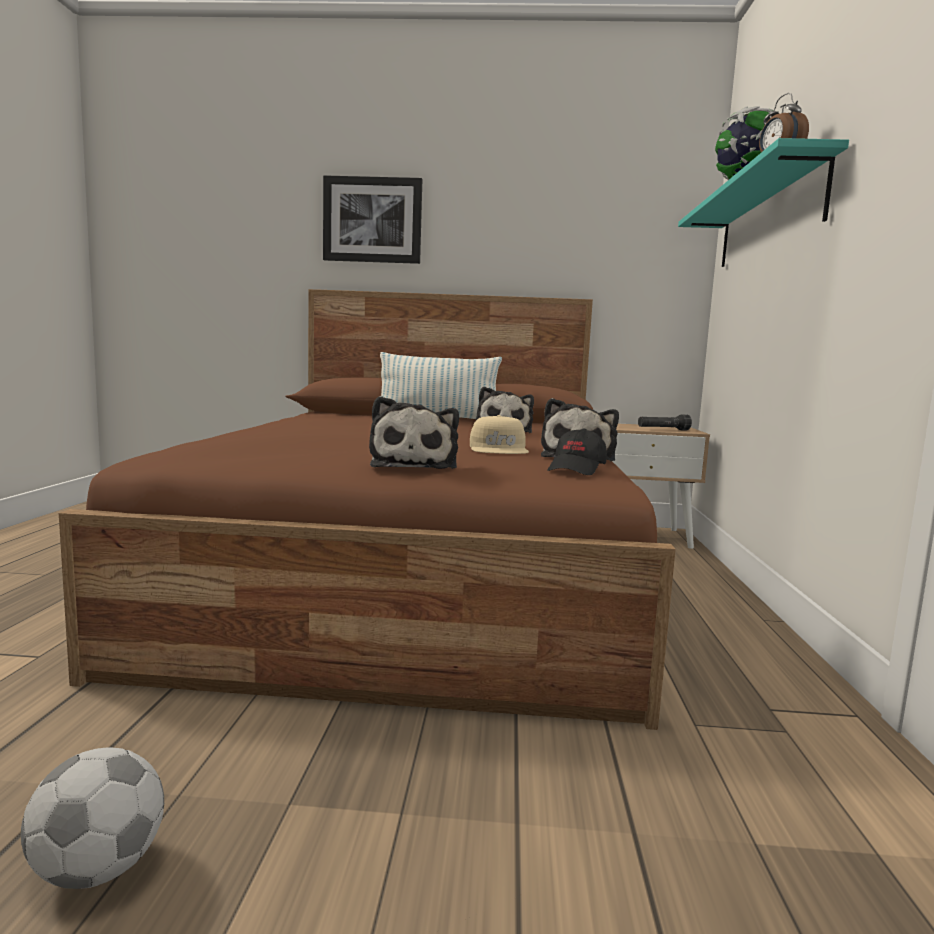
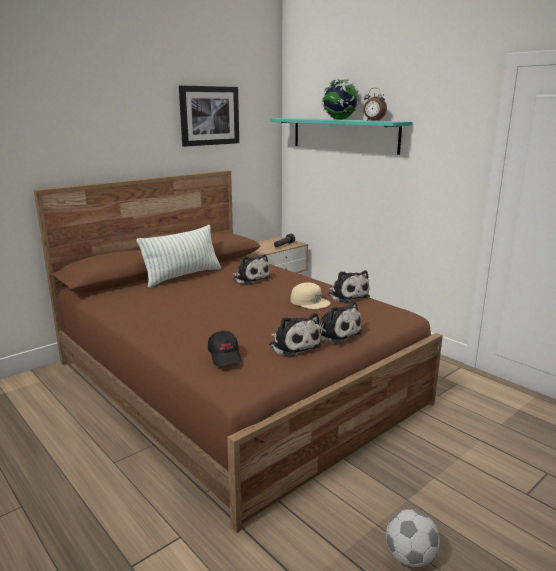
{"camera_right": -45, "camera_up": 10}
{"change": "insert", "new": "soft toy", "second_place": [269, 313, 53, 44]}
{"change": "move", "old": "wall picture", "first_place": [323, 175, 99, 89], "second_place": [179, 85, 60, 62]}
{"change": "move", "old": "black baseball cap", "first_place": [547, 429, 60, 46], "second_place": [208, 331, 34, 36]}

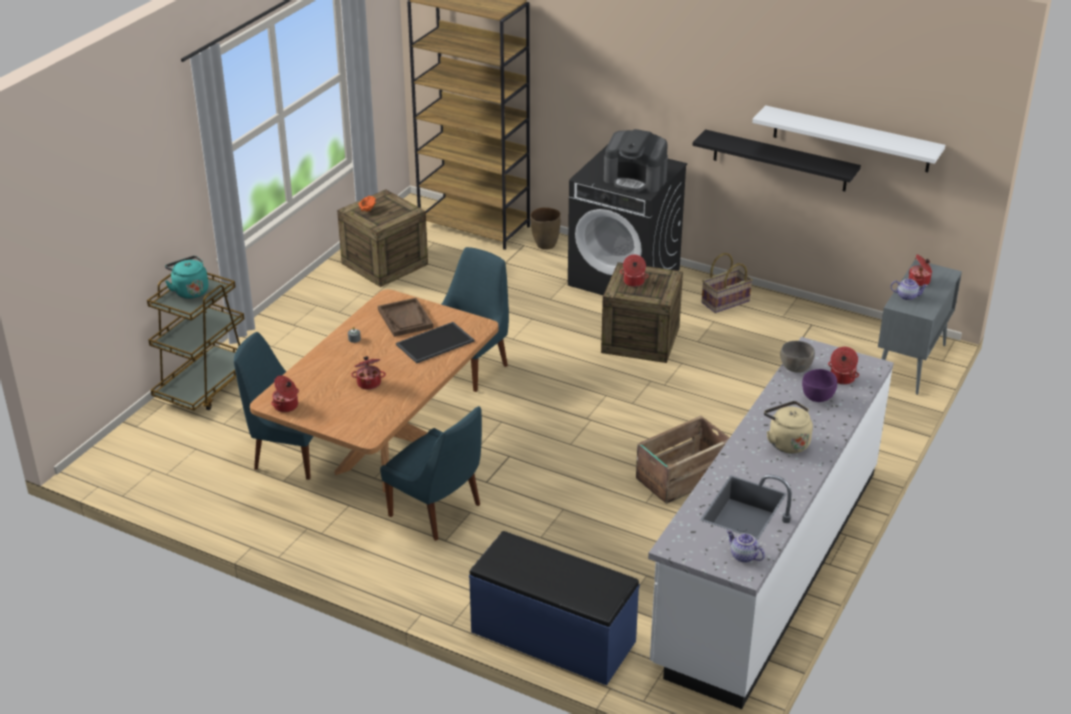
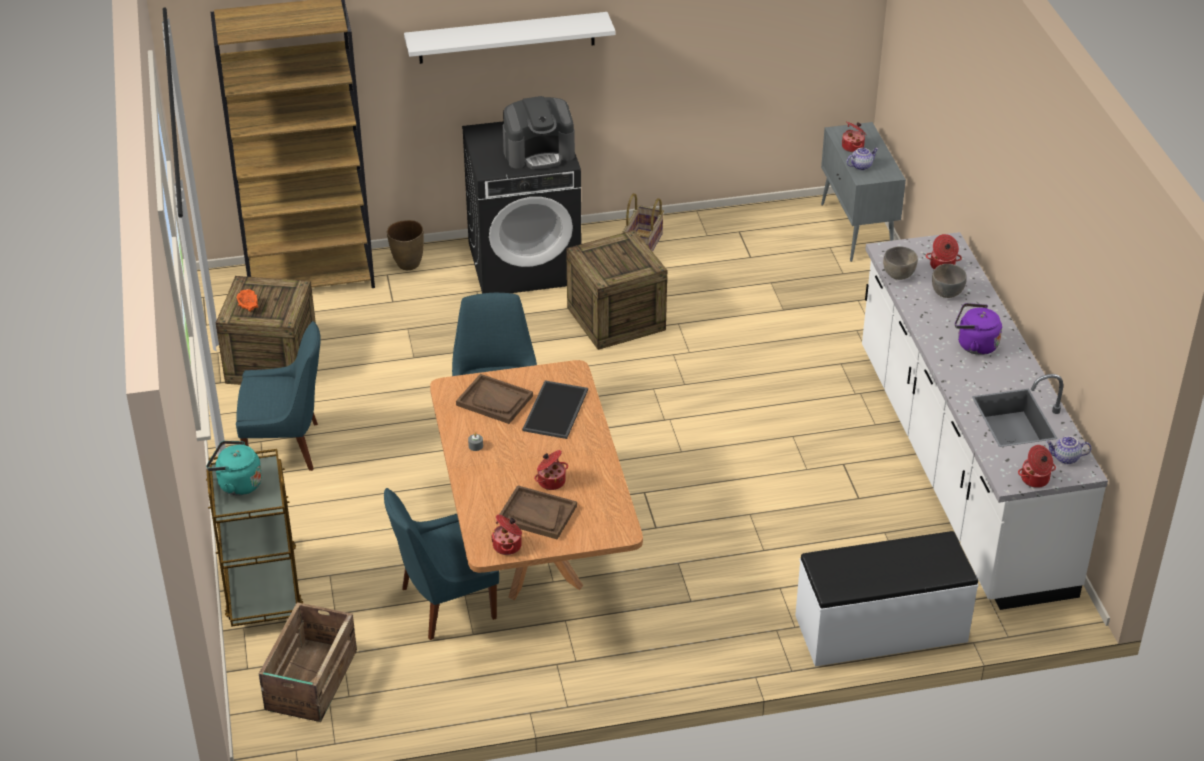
{"camera_right": -40, "camera_up": 5}
{"change": "delete", "old": "black shelf", "first_place": [692, 129, 169, 62]}
{"change": "insert", "new": "brownish serving tray", "second_place": [499, 485, 78, 54]}
{"change": "move", "old": "blue-coloured plain chair", "first_place": [380, 406, 102, 135], "second_place": [236, 321, 85, 150]}
{"change": "move", "old": "cooking pot", "first_place": [620, 255, 29, 32], "second_place": [1018, 445, 38, 43]}
{"change": "move", "old": "packing crate", "first_place": [636, 416, 94, 88], "second_place": [259, 602, 98, 120]}
{"change": "move", "old": "whitish shelf", "first_place": [752, 105, 193, 67], "second_place": [404, 12, 211, 52]}
{"change": "recolor", "old": "blue-coloured long seat", "new": "whitish long seat", "first_place": [469, 531, 171, 155], "second_place": [795, 531, 183, 135]}
{"change": "recolor", "old": "beige-coloured water kettle", "new": "purplish water kettle", "first_place": [764, 401, 49, 52], "second_place": [955, 303, 47, 52]}
{"change": "recolor", "old": "purplish bowl", "new": "gray bowl", "first_place": [802, 369, 35, 33], "second_place": [932, 264, 35, 34]}

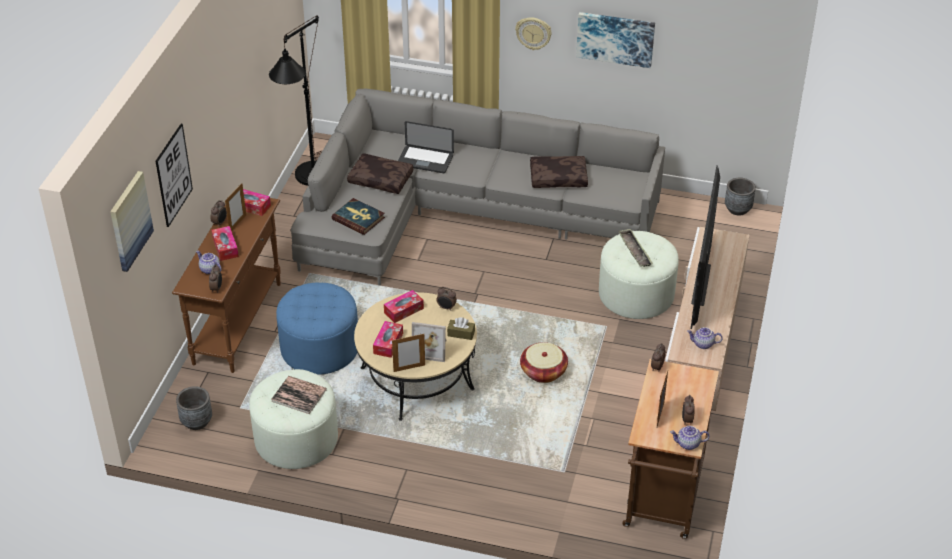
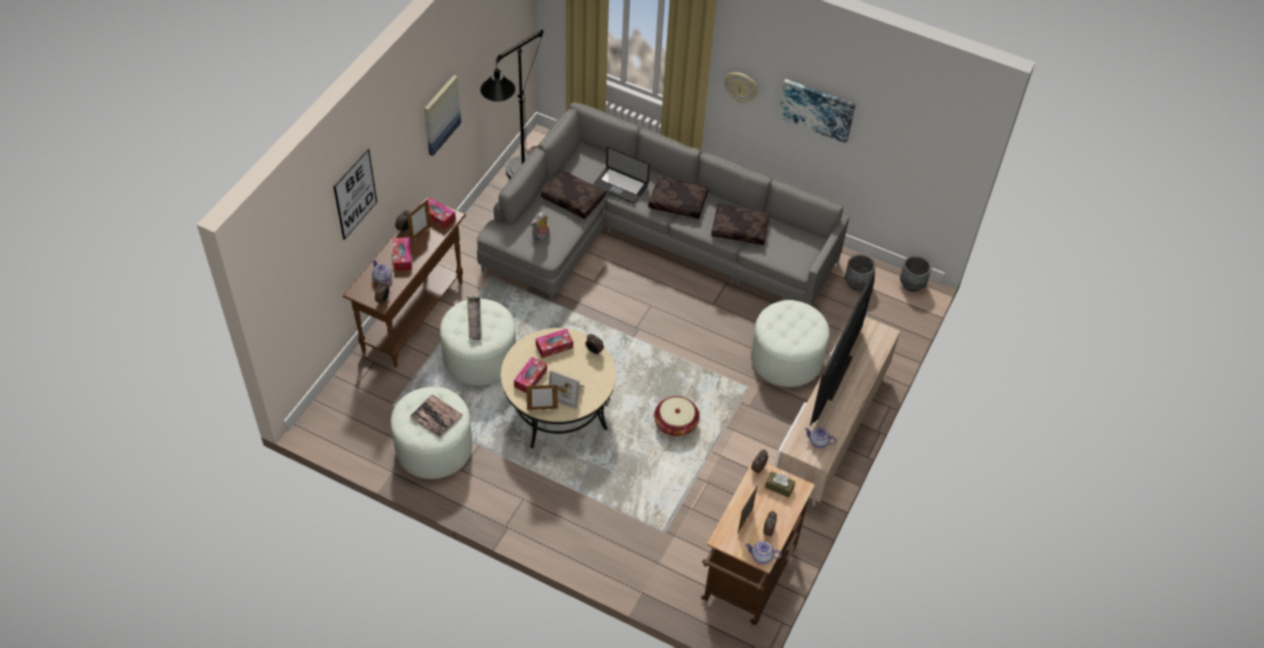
{"camera_right": 10, "camera_up": 10}
{"change": "insert", "new": "brownish cushion", "second_place": [648, 176, 60, 43]}
{"change": "move", "old": "wall picture", "first_place": [110, 171, 44, 101], "second_place": [424, 75, 37, 81]}
{"change": "move", "old": "gray planter", "first_place": [176, 386, 36, 44], "second_place": [845, 254, 31, 36]}
{"change": "move", "old": "brownish box of tissues", "first_place": [447, 317, 28, 23], "second_place": [765, 471, 30, 27]}
{"change": "move", "old": "serving tray", "first_place": [618, 229, 35, 38], "second_place": [467, 296, 16, 44]}
{"change": "replace", "old": "book", "new": "soft toy", "first_place": [332, 198, 53, 37], "second_place": [530, 212, 20, 30]}
{"change": "recolor", "old": "blue-coloured footrest", "new": "whitish footrest", "first_place": [276, 283, 82, 92], "second_place": [440, 299, 76, 87]}

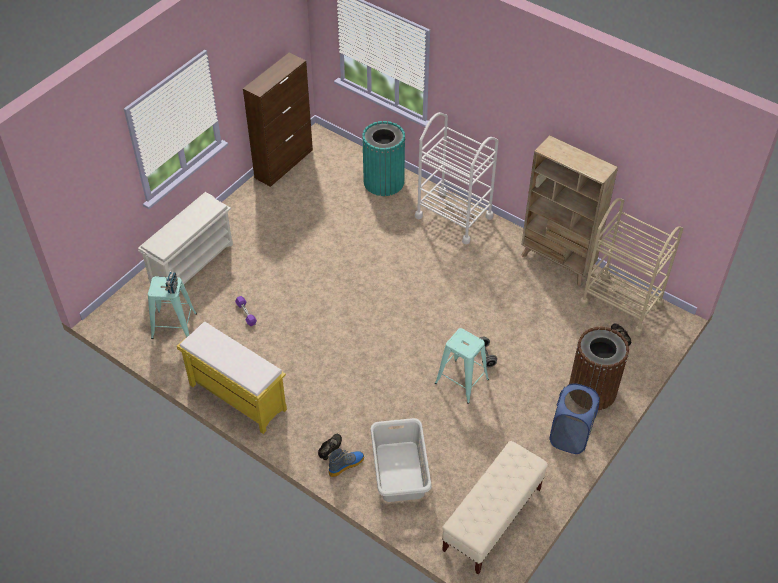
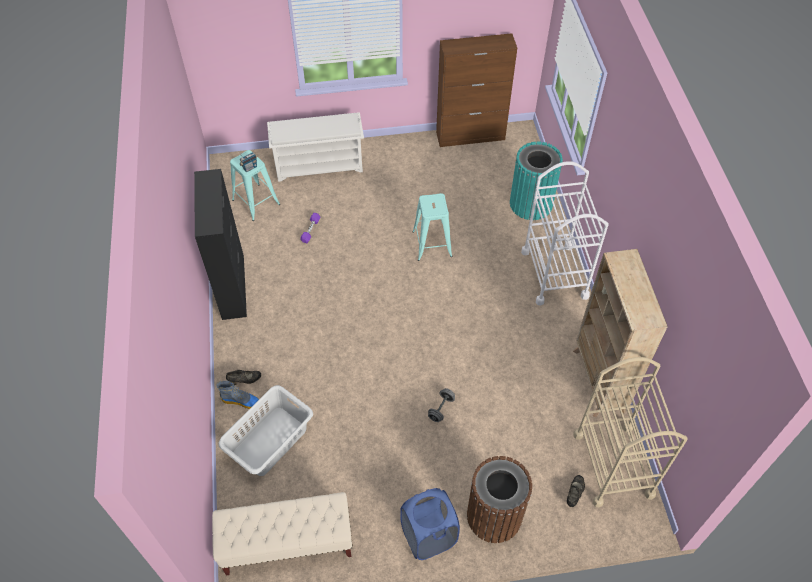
{"camera_right": 45, "camera_up": 5}
{"change": "move", "old": "blue-green stool", "first_place": [435, 328, 54, 75], "second_place": [412, 193, 40, 68]}
{"change": "replace", "old": "yellowish long seat", "new": "black cupboard", "first_place": [177, 322, 110, 112], "second_place": [194, 169, 53, 151]}

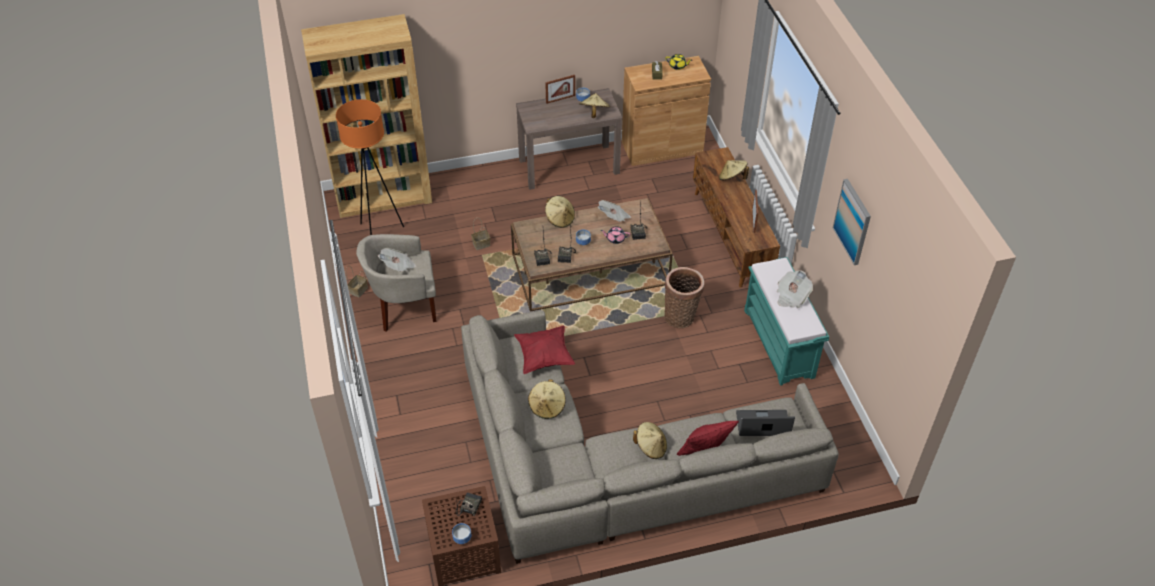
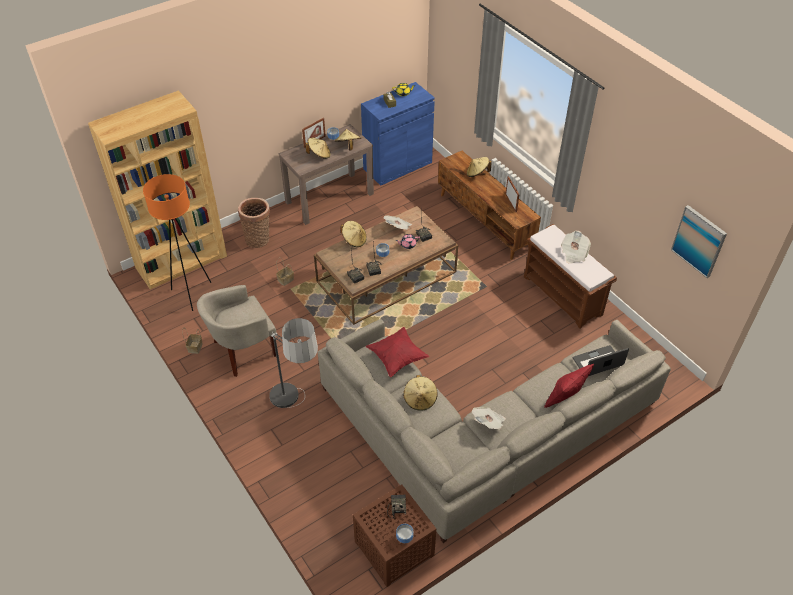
{"camera_right": -20, "camera_up": 0}
{"change": "insert", "new": "standing lamp", "second_place": [269, 318, 49, 90]}
{"change": "move", "old": "newspaper", "first_place": [378, 248, 38, 24], "second_place": [472, 407, 34, 22]}
{"change": "move", "old": "beige-coloured wearable hat", "first_place": [633, 422, 34, 37], "second_place": [305, 138, 25, 21]}
{"change": "move", "old": "basket", "first_place": [665, 267, 39, 61], "second_place": [238, 198, 32, 50]}
{"change": "move", "old": "wall picture", "first_place": [832, 179, 39, 86], "second_place": [671, 205, 56, 73]}
{"change": "recolor", "old": "brownish cupboard", "new": "blue-coloured cupboard", "first_place": [622, 56, 89, 110], "second_place": [361, 82, 74, 104]}
{"change": "recolor", "old": "blue-green long seat", "new": "brownish long seat", "first_place": [744, 257, 85, 129], "second_place": [524, 224, 93, 105]}

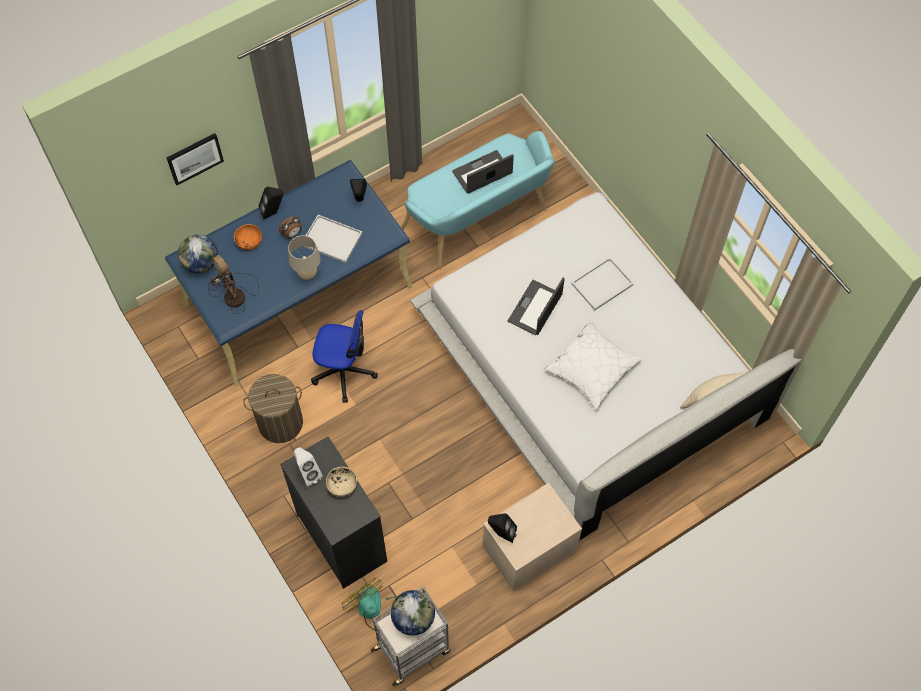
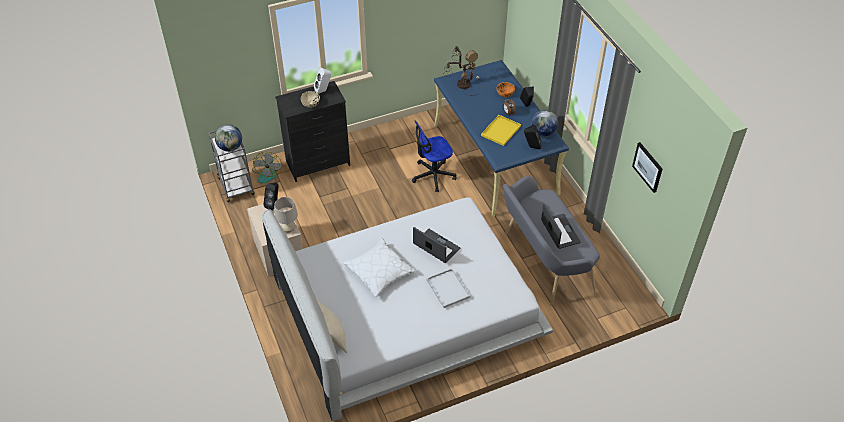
{"camera_right": 100, "camera_up": -15}
{"change": "delete", "old": "laundry basket", "first_place": [243, 374, 60, 69]}
{"change": "move", "old": "wall picture", "first_place": [167, 133, 57, 52], "second_place": [632, 142, 30, 51]}
{"change": "move", "old": "world globe", "first_place": [178, 234, 40, 40], "second_place": [531, 110, 27, 27]}
{"change": "move", "old": "beige-coloured lamp for a table", "first_place": [288, 235, 33, 45], "second_place": [274, 197, 24, 36]}
{"change": "recolor", "old": "whitish serving tray", "new": "yellowish serving tray", "first_place": [303, 215, 60, 48], "second_place": [481, 115, 40, 31]}
{"change": "recolor", "old": "blue-green long seat", "new": "gray long seat", "first_place": [402, 131, 153, 138], "second_place": [503, 176, 97, 130]}
{"change": "rotate", "old": "office chair", "first_place": [311, 310, 67, 93], "second_place": [412, 121, 45, 71], "degrees": 45}
{"change": "rotate", "old": "cooling fan", "first_place": [342, 578, 55, 54], "second_place": [252, 152, 30, 31], "degrees": 120}

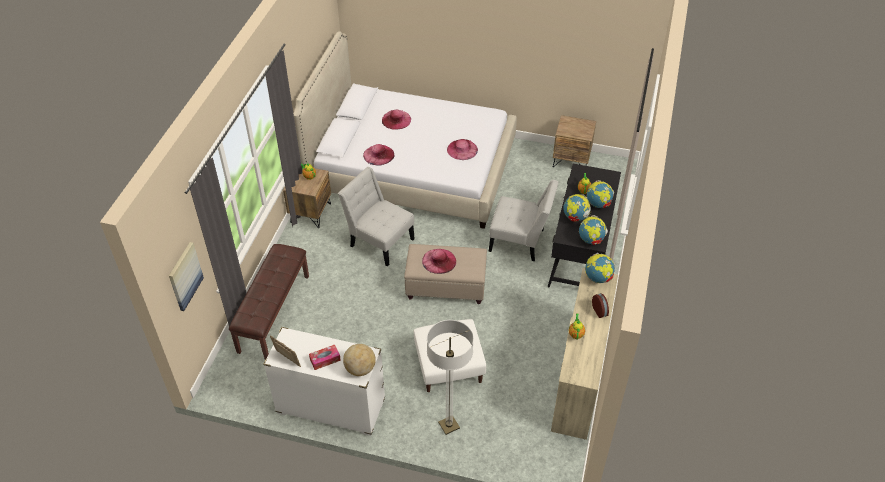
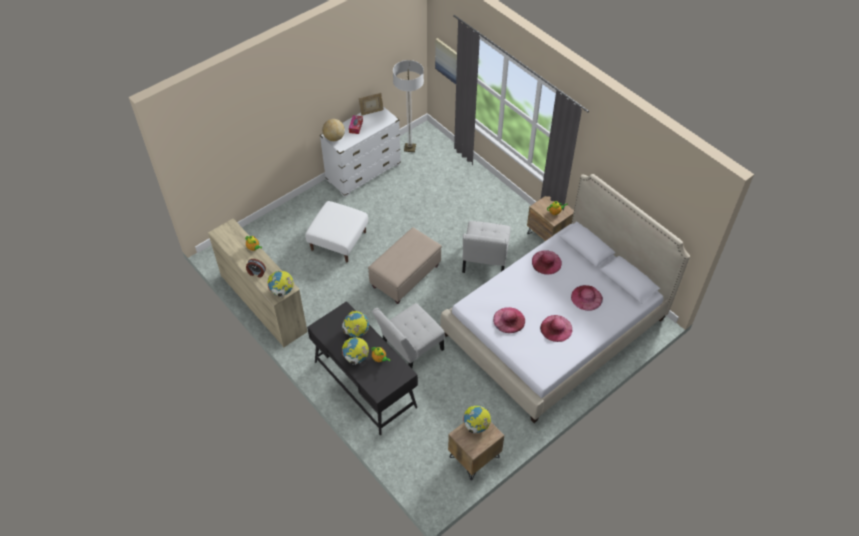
{"camera_right": 125, "camera_up": 5}
{"change": "delete", "old": "brownish long seat", "first_place": [229, 244, 80, 116]}
{"change": "move", "old": "pink-coloured wearable hat", "first_place": [422, 249, 34, 25], "second_place": [540, 315, 32, 27]}
{"change": "move", "old": "standing lamp", "first_place": [427, 320, 47, 115], "second_place": [393, 60, 31, 92]}
{"change": "move", "old": "world globe", "first_place": [579, 215, 29, 30], "second_place": [463, 405, 28, 29]}
{"change": "rotate", "old": "whitish plain chair", "first_place": [338, 167, 77, 99], "second_place": [462, 221, 49, 52], "degrees": 120}

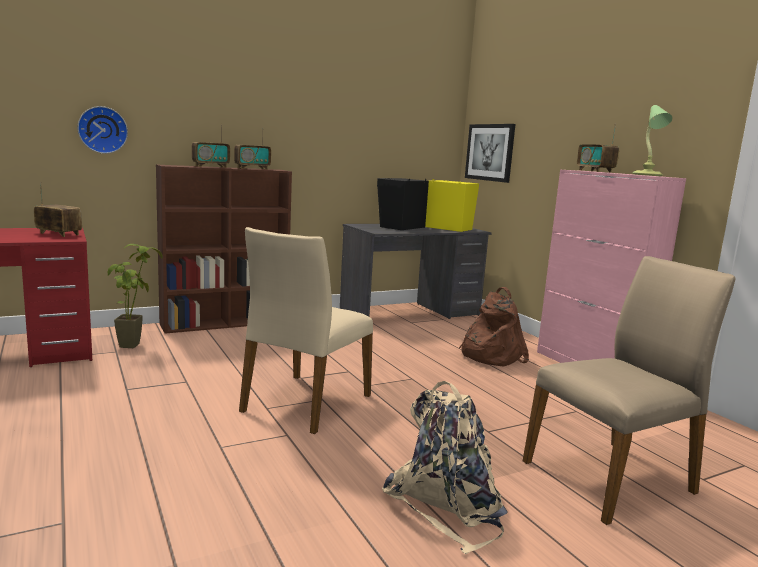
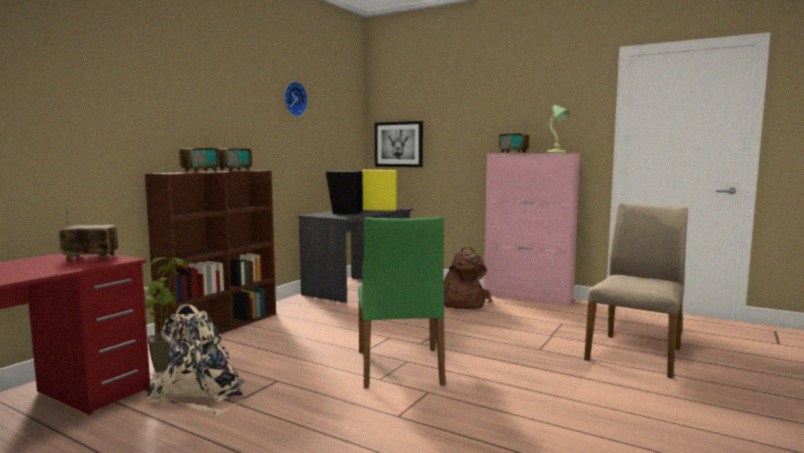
{"camera_right": -30, "camera_up": -5}
{"change": "move", "old": "clock on the wall", "first_place": [77, 106, 51, 48], "second_place": [284, 81, 24, 36]}
{"change": "move", "old": "beige-coloured rucksack", "first_place": [382, 381, 126, 173], "second_place": [146, 304, 98, 111]}
{"change": "recolor", "old": "beige-coloured plain chair", "new": "green plain chair", "first_place": [239, 227, 134, 207], "second_place": [358, 216, 87, 172]}

